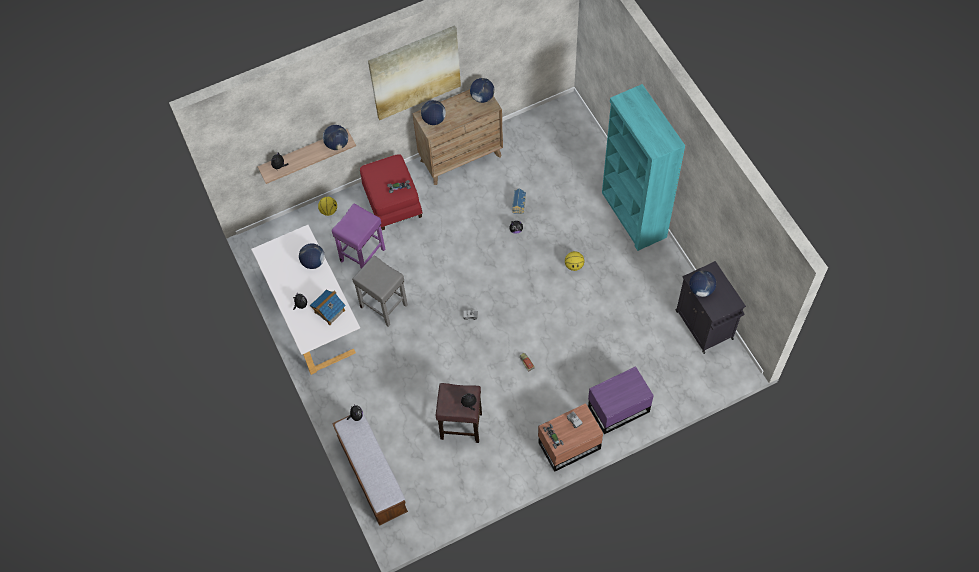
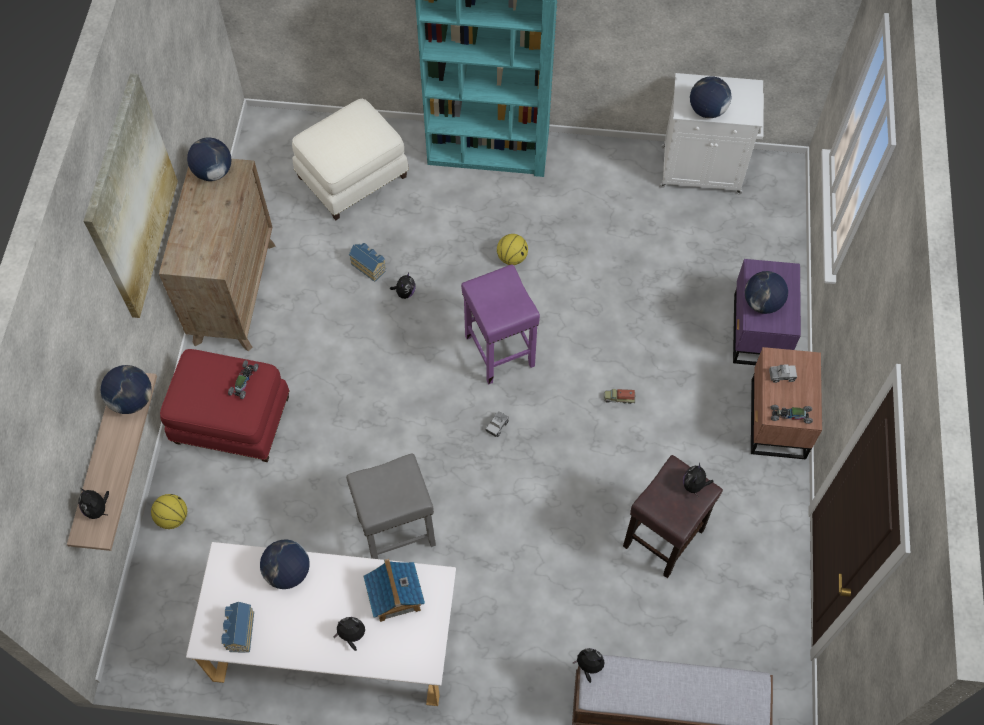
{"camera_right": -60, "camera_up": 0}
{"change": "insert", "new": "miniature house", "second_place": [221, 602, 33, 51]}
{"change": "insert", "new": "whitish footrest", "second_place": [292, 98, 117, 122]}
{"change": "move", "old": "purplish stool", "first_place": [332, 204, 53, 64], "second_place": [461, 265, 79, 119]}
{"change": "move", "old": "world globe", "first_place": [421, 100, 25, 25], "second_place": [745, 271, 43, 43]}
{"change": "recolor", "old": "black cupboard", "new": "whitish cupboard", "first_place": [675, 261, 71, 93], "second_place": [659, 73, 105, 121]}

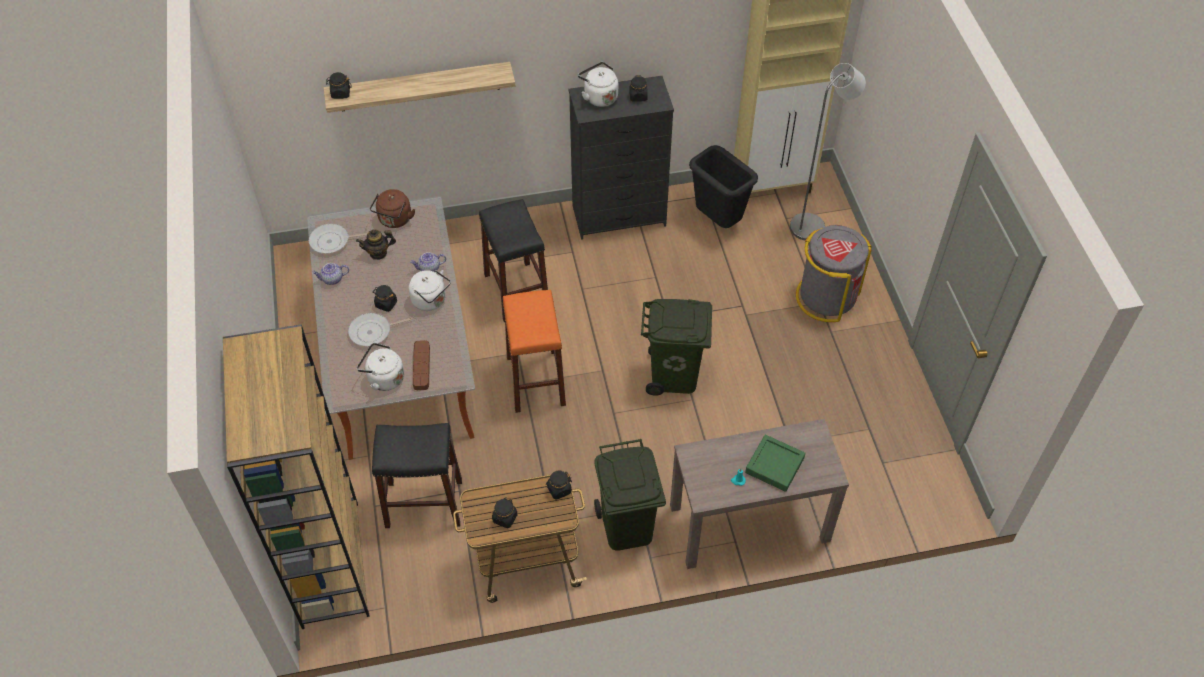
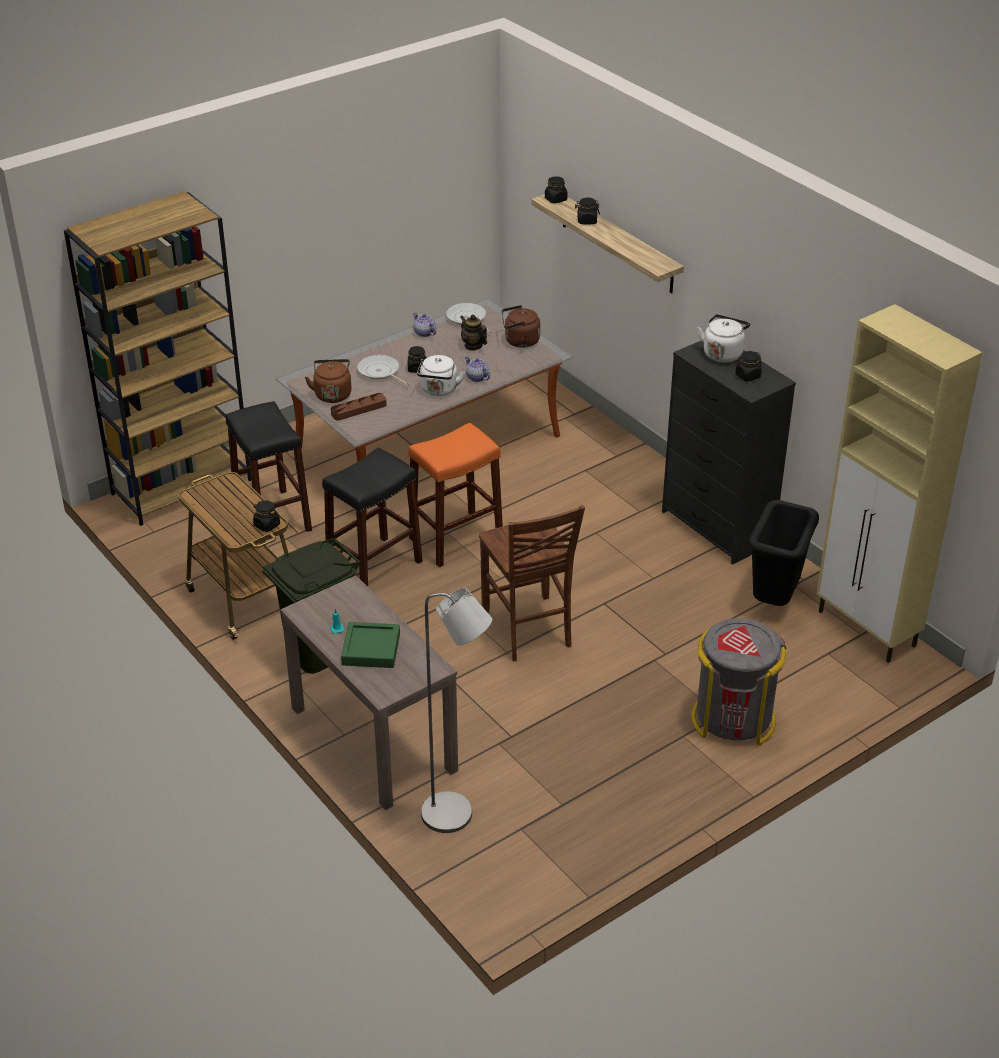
{"camera_right": 65, "camera_up": -15}
{"change": "move", "old": "black stool", "first_place": [479, 199, 69, 123], "second_place": [322, 448, 100, 139]}
{"change": "move", "old": "black preserve jar", "first_place": [492, 497, 26, 31], "second_place": [575, 197, 25, 28]}
{"change": "move", "old": "gray standing lamp", "first_place": [790, 63, 76, 177], "second_place": [421, 588, 71, 245]}
{"change": "replace", "old": "green rubbish bin", "new": "brownish plain chair", "first_place": [641, 299, 71, 97], "second_place": [479, 505, 106, 156]}
{"change": "recolor", "old": "whitish water kettle", "new": "brownish water kettle", "first_place": [357, 343, 47, 48], "second_place": [305, 359, 46, 44]}

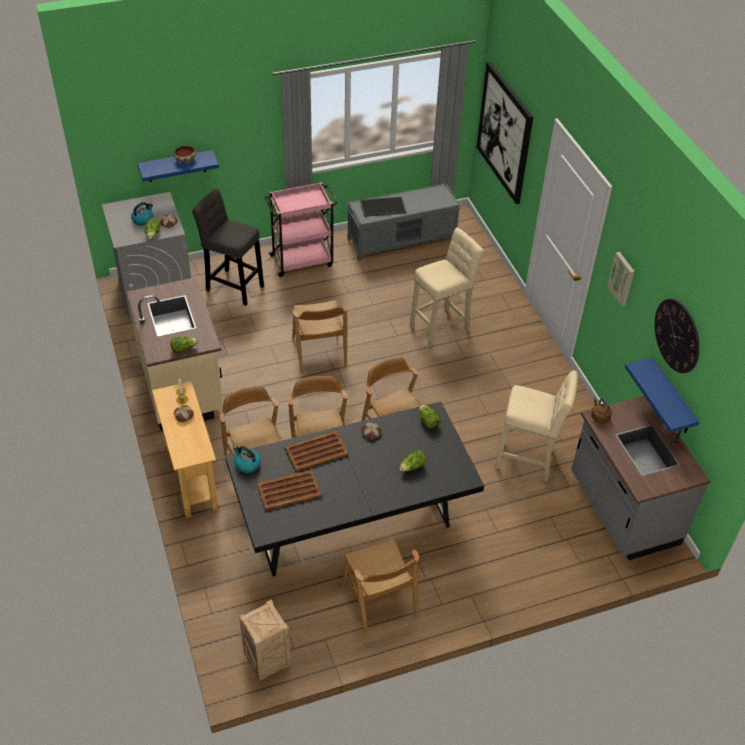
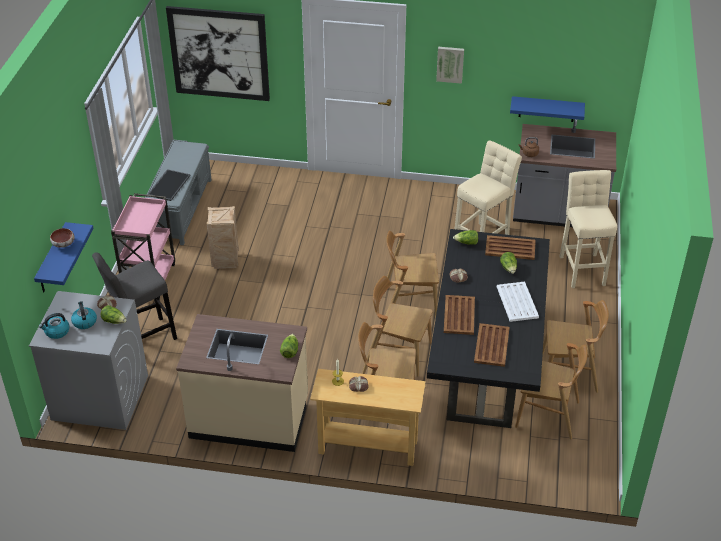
{"camera_right": -60, "camera_up": -5}
{"change": "delete", "old": "clock on the wall", "first_place": [655, 299, 44, 74]}
{"change": "insert", "new": "brownish serving tray", "second_place": [485, 235, 51, 25]}
{"change": "insert", "new": "whitish serving tray", "second_place": [497, 282, 42, 40]}
{"change": "move", "old": "water kettle", "first_place": [233, 446, 28, 27], "second_place": [39, 313, 31, 26]}
{"change": "move", "old": "packing crate", "first_place": [239, 599, 52, 82], "second_place": [207, 206, 32, 63]}
{"change": "move", "old": "brownish plain chair", "first_place": [292, 300, 56, 74], "second_place": [515, 343, 72, 96]}
{"change": "move", "old": "beige-coloured stool", "first_place": [409, 228, 75, 119], "second_place": [559, 170, 58, 118]}

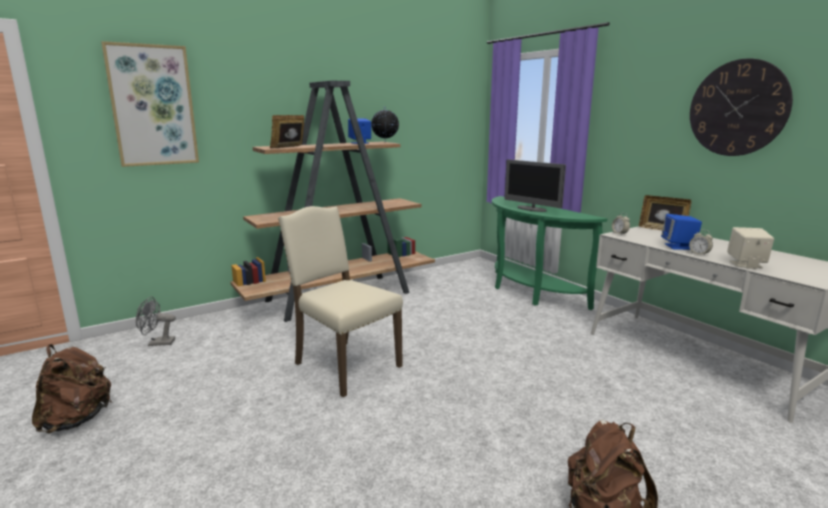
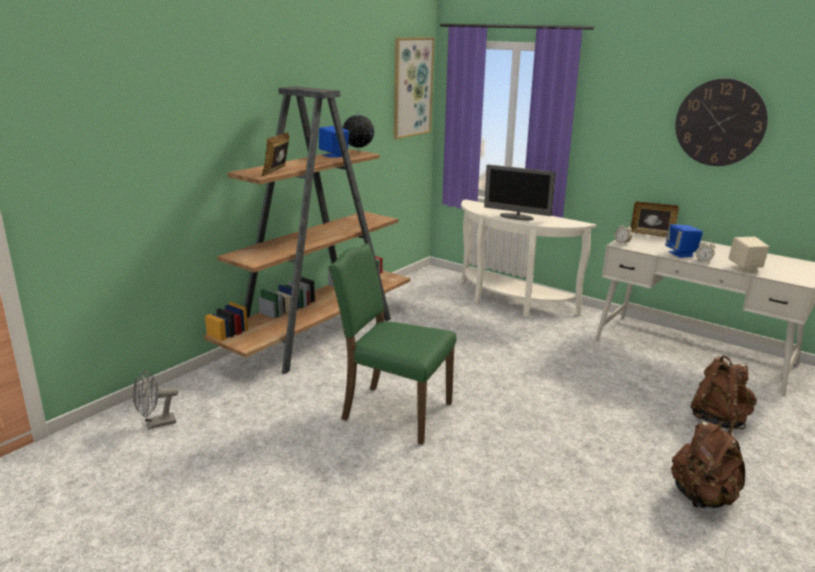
{"camera_right": -20, "camera_up": 5}
{"change": "move", "old": "brownish rucksack", "first_place": [32, 344, 80, 90], "second_place": [691, 355, 66, 74]}
{"change": "move", "old": "wall picture", "first_place": [101, 41, 98, 126], "second_place": [394, 37, 41, 102]}
{"change": "recolor", "old": "beige-coloured plain chair", "new": "green plain chair", "first_place": [278, 206, 125, 191], "second_place": [328, 243, 128, 202]}
{"change": "recolor", "old": "green console table", "new": "whitish console table", "first_place": [492, 196, 115, 114], "second_place": [461, 199, 135, 118]}

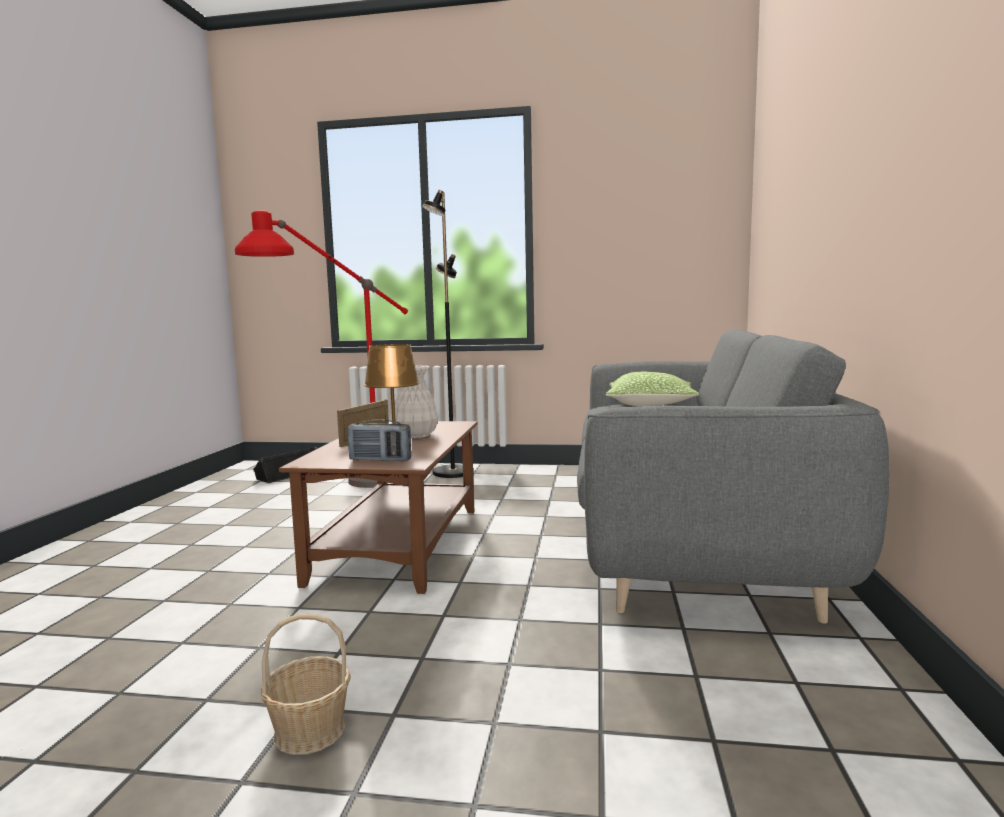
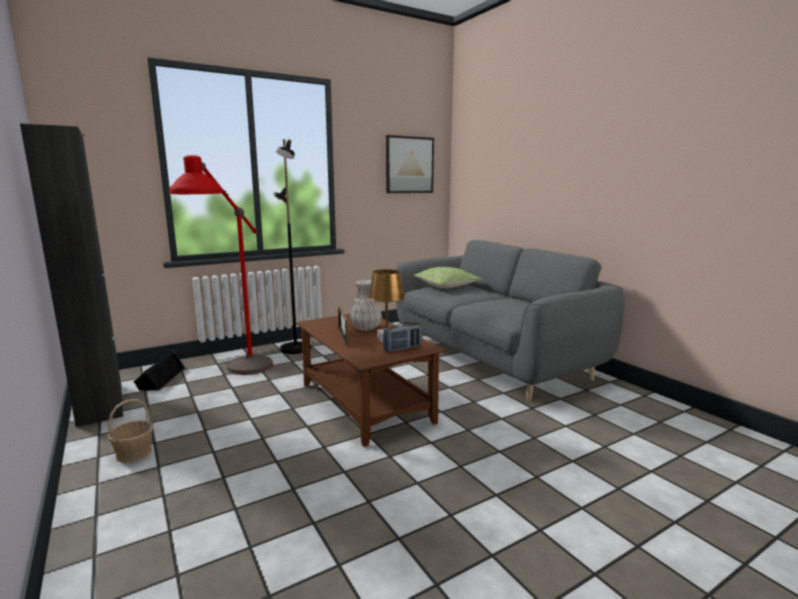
{"camera_right": -40, "camera_up": 5}
{"change": "insert", "new": "black cupboard", "second_place": [20, 123, 103, 304]}
{"change": "insert", "new": "wall picture", "second_place": [386, 135, 48, 58]}
{"change": "move", "old": "basket", "first_place": [261, 613, 90, 142], "second_place": [107, 399, 46, 64]}

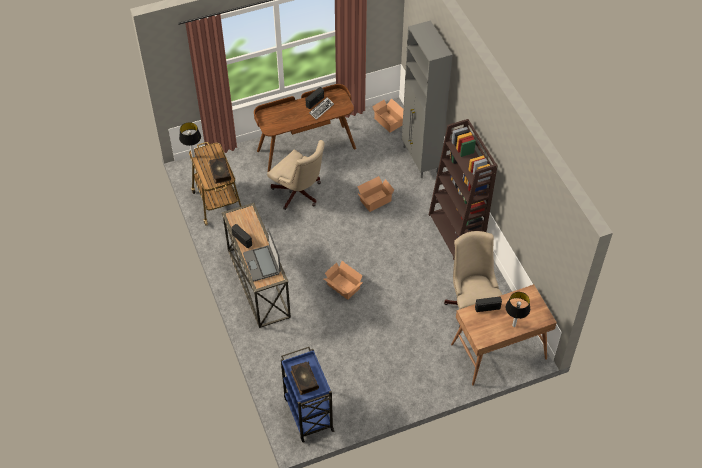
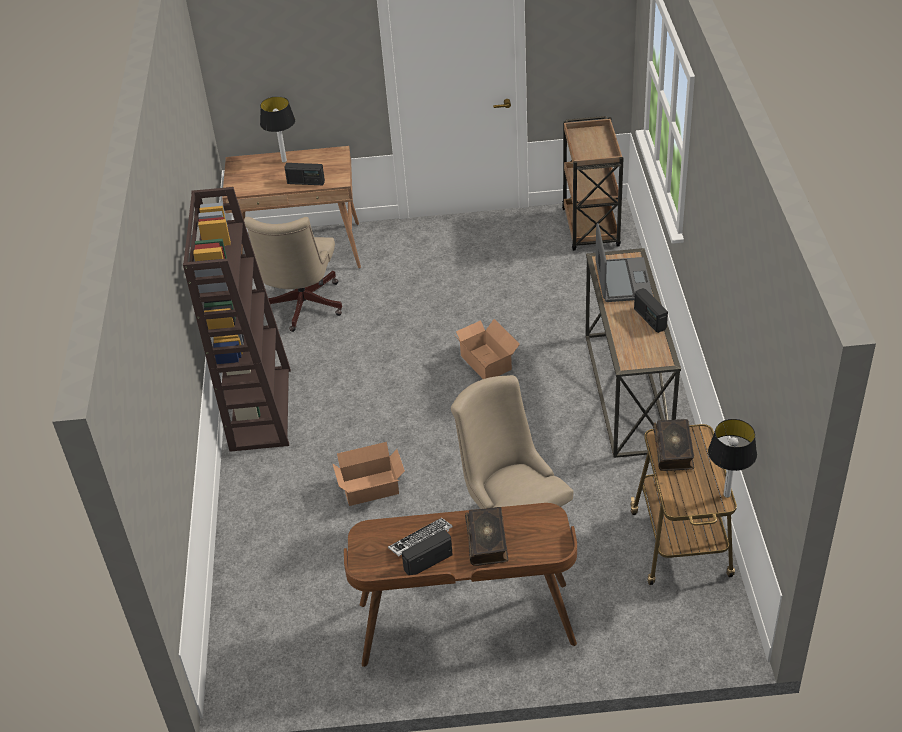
{"camera_right": -160, "camera_up": -10}
{"change": "delete", "old": "packing box", "first_place": [372, 98, 31, 35]}
{"change": "delete", "old": "gray cupboard", "first_place": [402, 21, 50, 157]}
{"change": "move", "old": "book", "first_place": [291, 362, 28, 33], "second_place": [465, 507, 44, 59]}
{"change": "recolor", "old": "blue-coloured wheeled cart", "new": "brownish wheeled cart", "first_place": [281, 347, 53, 96], "second_place": [562, 116, 62, 135]}

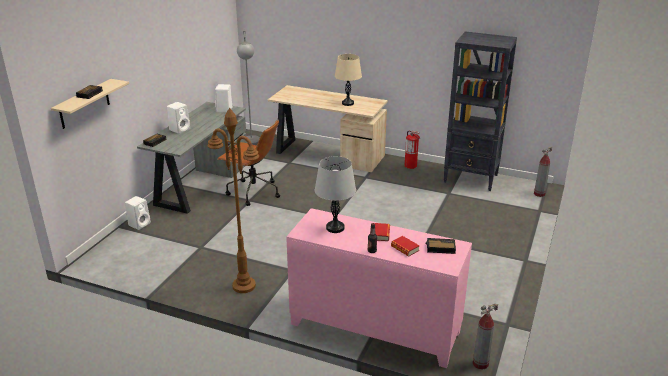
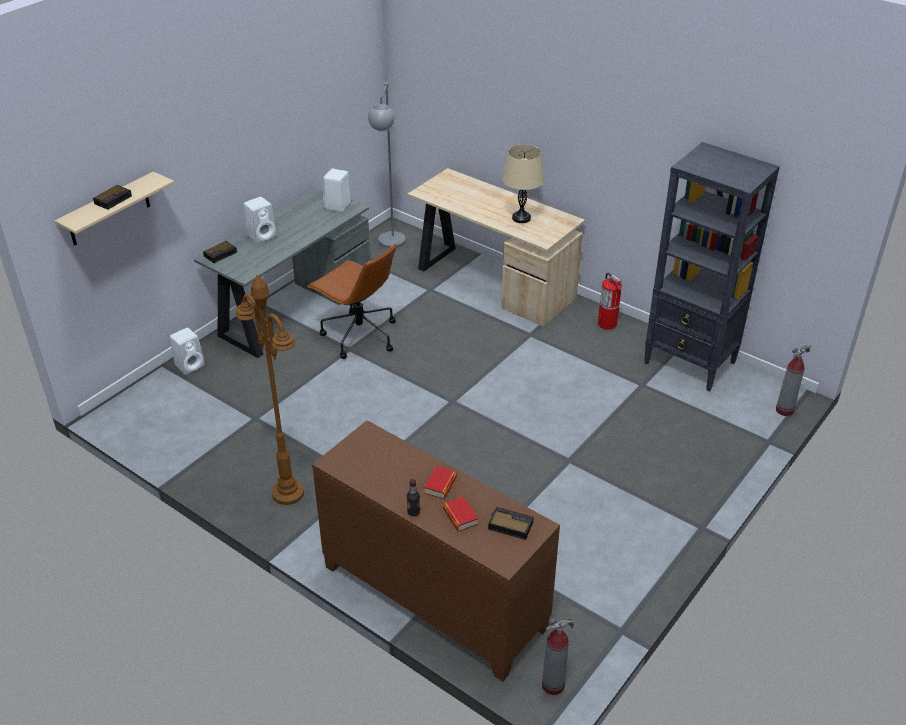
{"camera_right": 15, "camera_up": 10}
{"change": "delete", "old": "gray lamp for a table", "first_place": [315, 156, 41, 77]}
{"change": "recolor", "old": "pink-coloured cupboard", "new": "brownish cupboard", "first_place": [286, 208, 186, 160], "second_place": [312, 420, 248, 262]}

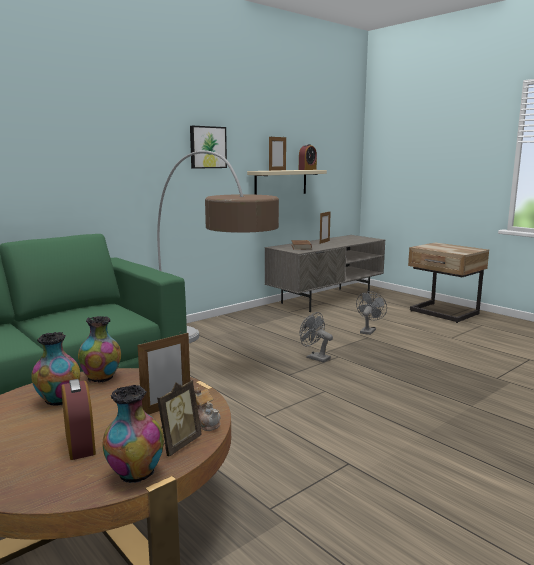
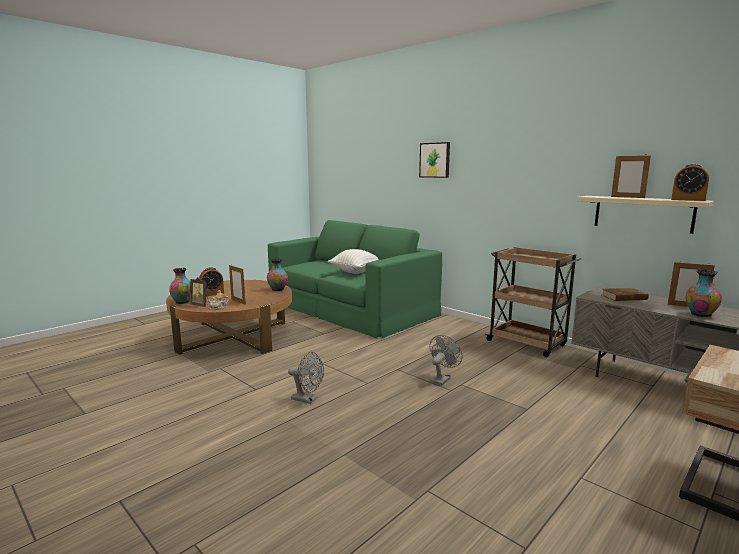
{"camera_right": 85, "camera_up": 0}
{"change": "delete", "old": "standing lamp", "first_place": [157, 150, 122, 193]}
{"change": "insert", "new": "whitish cushion", "second_place": [328, 249, 51, 25]}
{"change": "insert", "new": "brownish wheeled cart", "second_place": [485, 247, 96, 110]}
{"change": "move", "old": "vase", "first_place": [31, 332, 50, 74], "second_place": [686, 270, 36, 47]}
{"change": "move", "old": "wall picture", "first_place": [190, 126, 37, 43], "second_place": [419, 142, 31, 36]}
{"change": "move", "old": "gray cooling fan", "first_place": [356, 291, 31, 44], "second_place": [288, 351, 36, 53]}

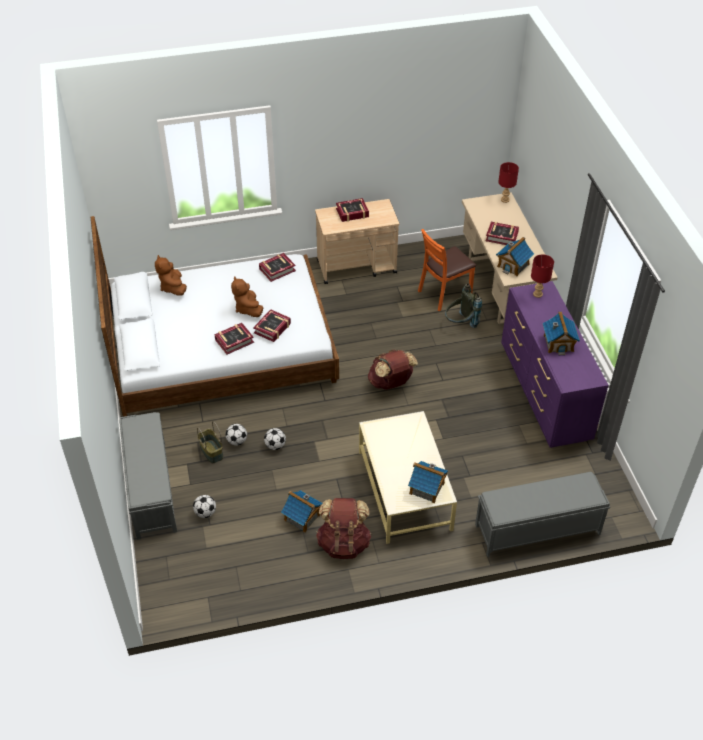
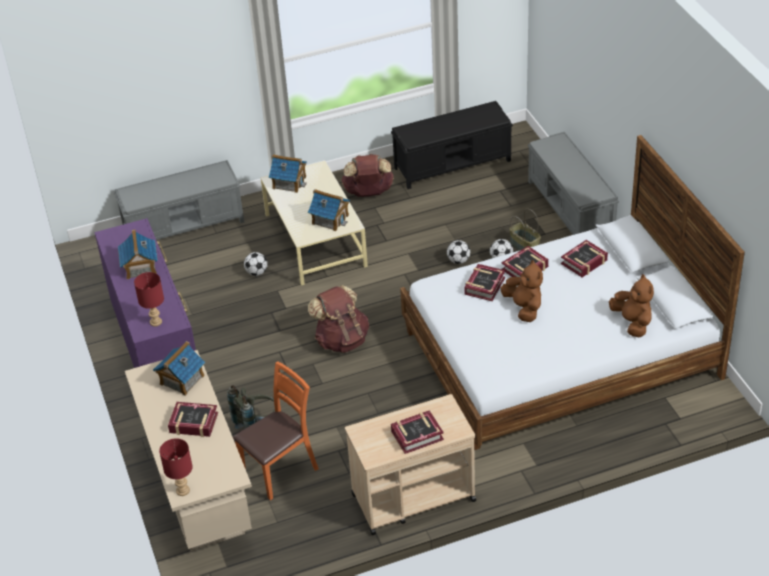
{"camera_right": 175, "camera_up": -5}
{"change": "insert", "new": "black long seat", "second_place": [391, 101, 122, 88]}
{"change": "move", "old": "football ball", "first_place": [193, 495, 23, 23], "second_place": [244, 252, 24, 24]}
{"change": "move", "old": "book", "first_place": [259, 253, 37, 29], "second_place": [561, 240, 47, 37]}
{"change": "move", "old": "miniature house", "first_place": [281, 490, 41, 43], "second_place": [308, 189, 42, 42]}

